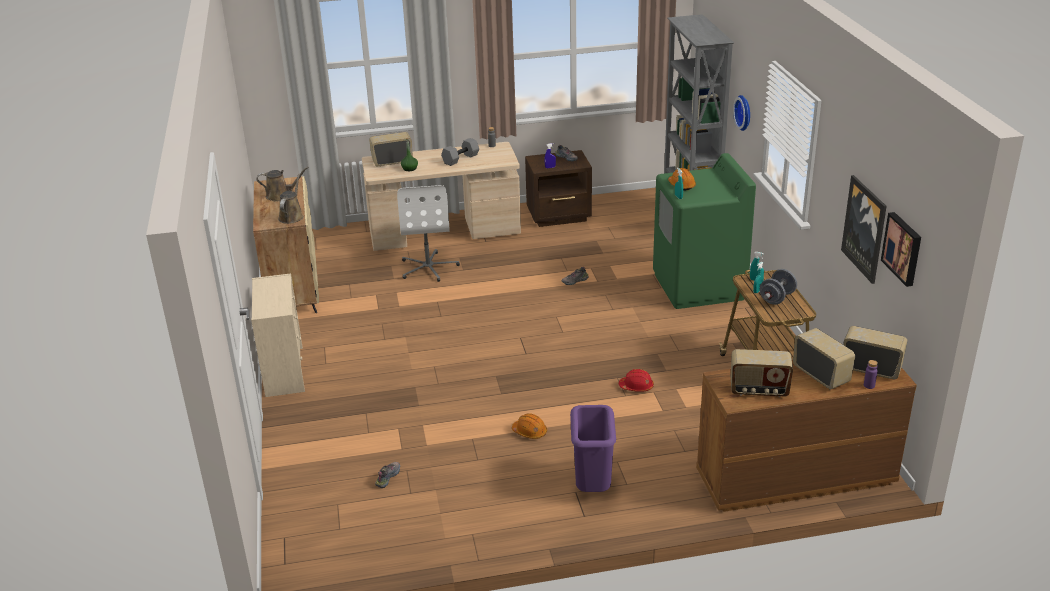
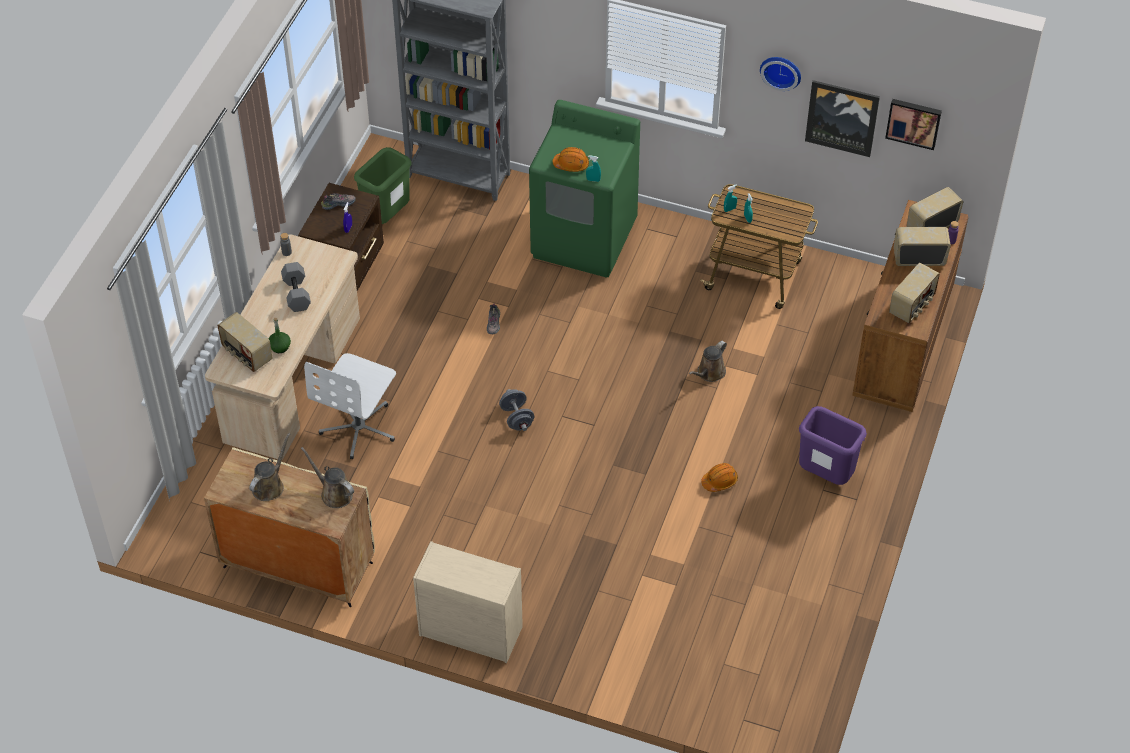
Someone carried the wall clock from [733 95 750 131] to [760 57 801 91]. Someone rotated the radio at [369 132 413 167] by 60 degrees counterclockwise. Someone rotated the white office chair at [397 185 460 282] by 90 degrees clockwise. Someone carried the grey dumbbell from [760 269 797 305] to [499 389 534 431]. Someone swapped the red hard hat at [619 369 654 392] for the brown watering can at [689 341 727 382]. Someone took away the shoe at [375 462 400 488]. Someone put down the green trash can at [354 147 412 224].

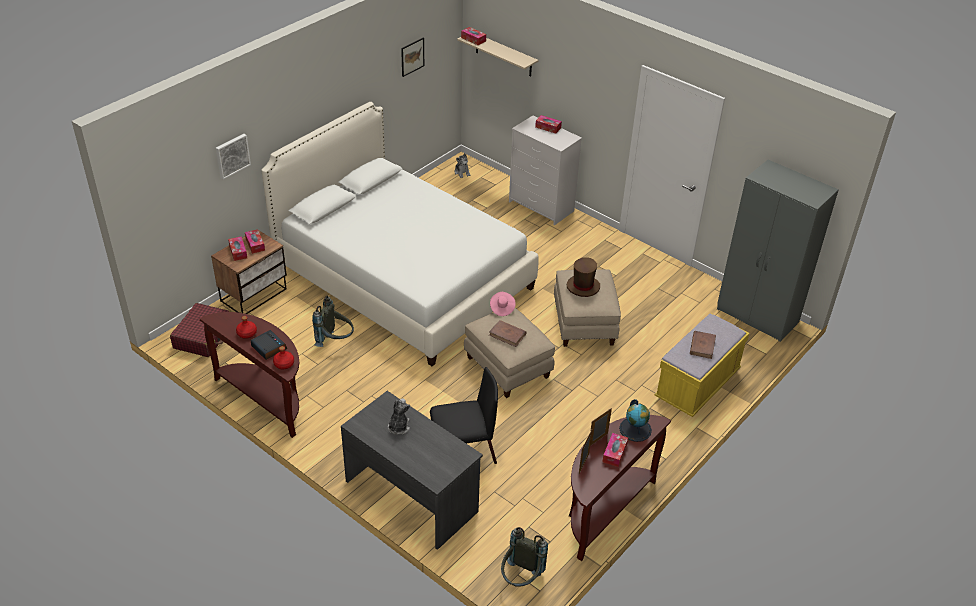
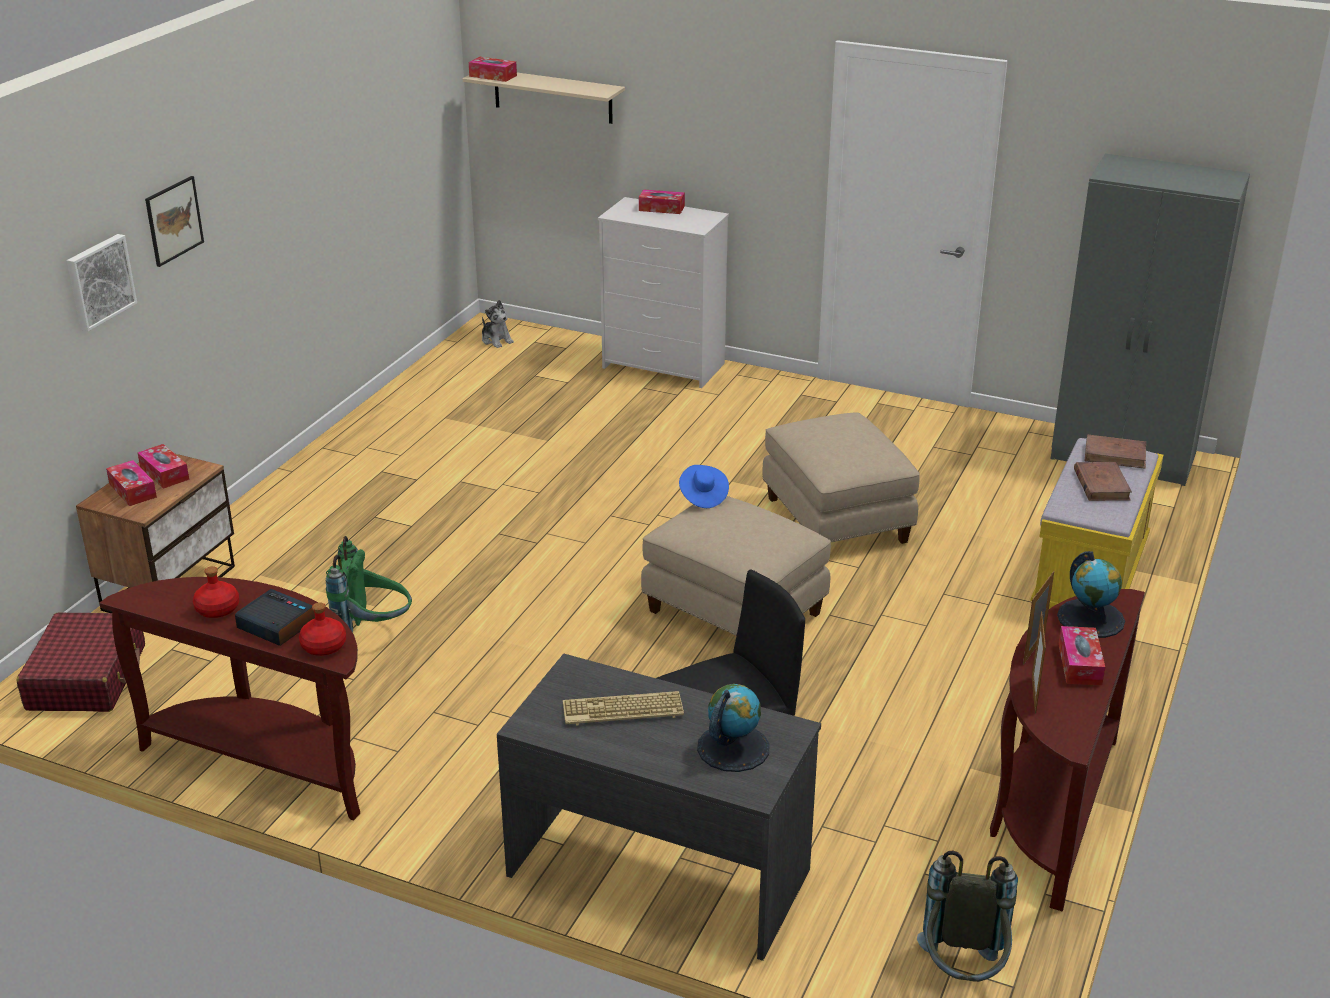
Someone carried the picture from [401 38 424 77] to [145 176 204 267]. Someone took away the white bed at [261 102 539 366]. Someone took away the brown hat at [567 257 600 297]. Someone repainted the pink hat at [490 292 516 316], which became the blue hat at [679 465 729 508]. Someone repainted the grey backpack at [312 296 354 347], which became the green backpack at [326 536 412 633]. Someone carried the brown book from [489 320 526 347] to [1085 435 1146 469]. Someone swapped the plush toy at [388 398 410 435] for the keyboard at [563 691 684 726]. Someone put down the globe at [697 684 770 772].

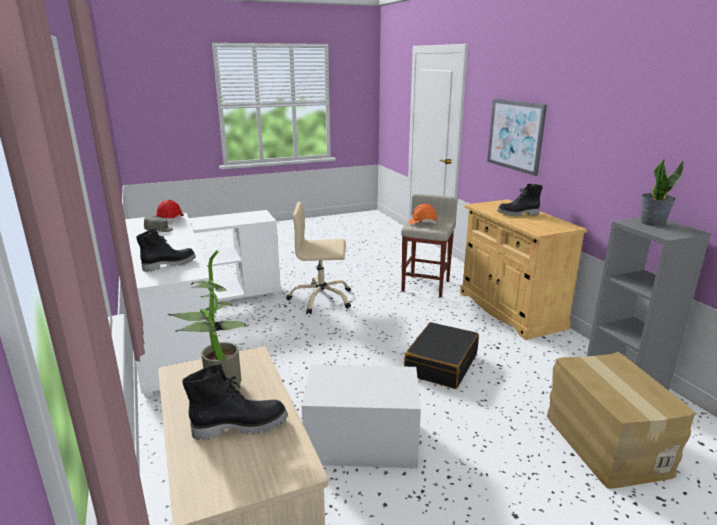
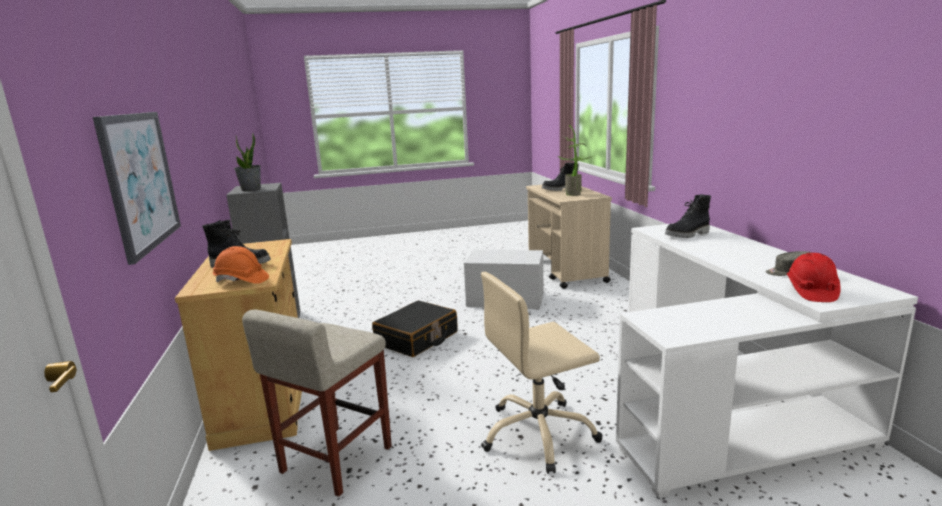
Someone rotated the beige office chair at [286 201 351 314] by 150 degrees clockwise. Someone carried the orange hard hat from [409 204 438 224] to [213 246 269 284]. Someone took away the cardboard box at [547 352 695 489].

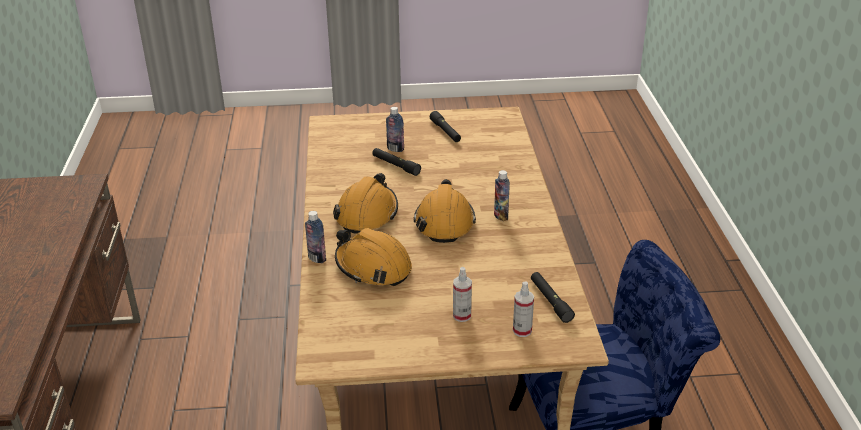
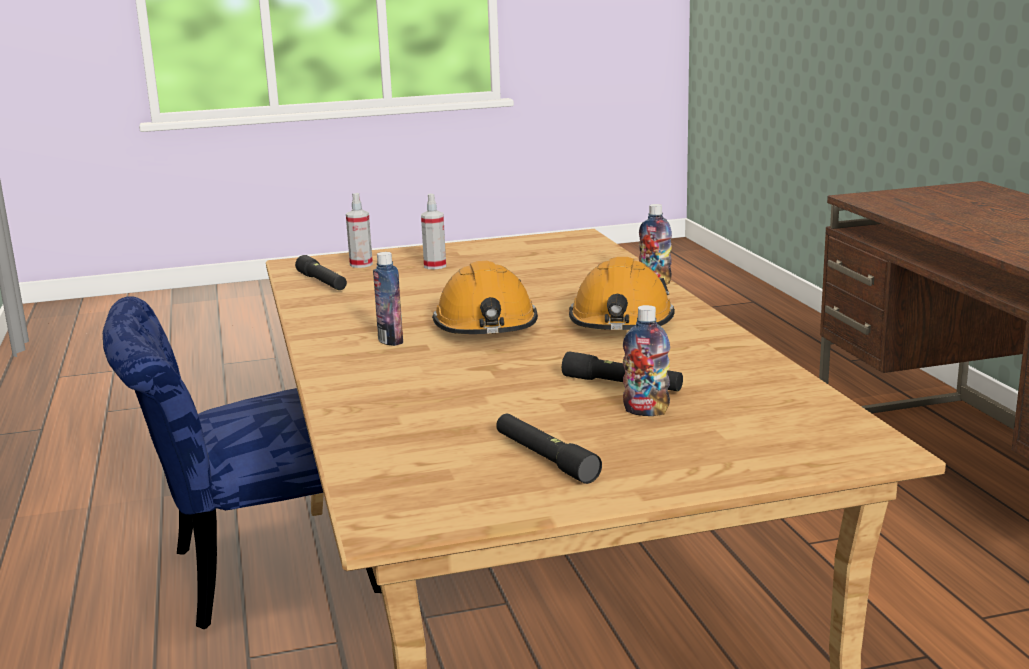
Someone took away the orange hard hat at [335 228 412 286].

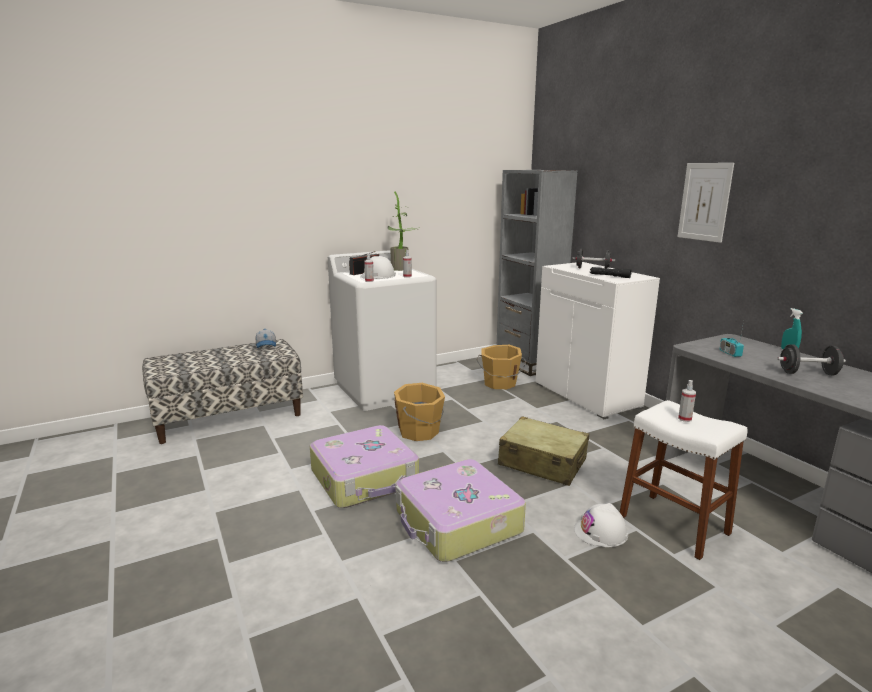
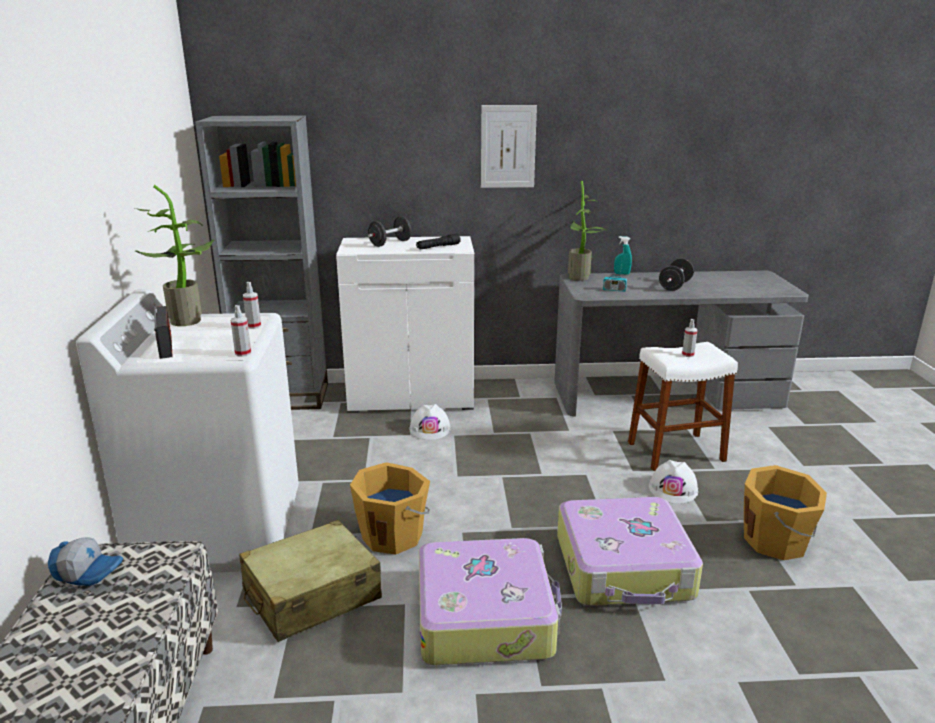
Someone carried the white hard hat from [360 256 396 279] to [409 404 451 440]. Someone carried the orange bucket from [476 345 526 389] to [744 465 827 560]. Someone carried the beige suitcase from [498 416 589 486] to [239 520 382 642]. Someone put down the potted plant at [568 181 606 281].

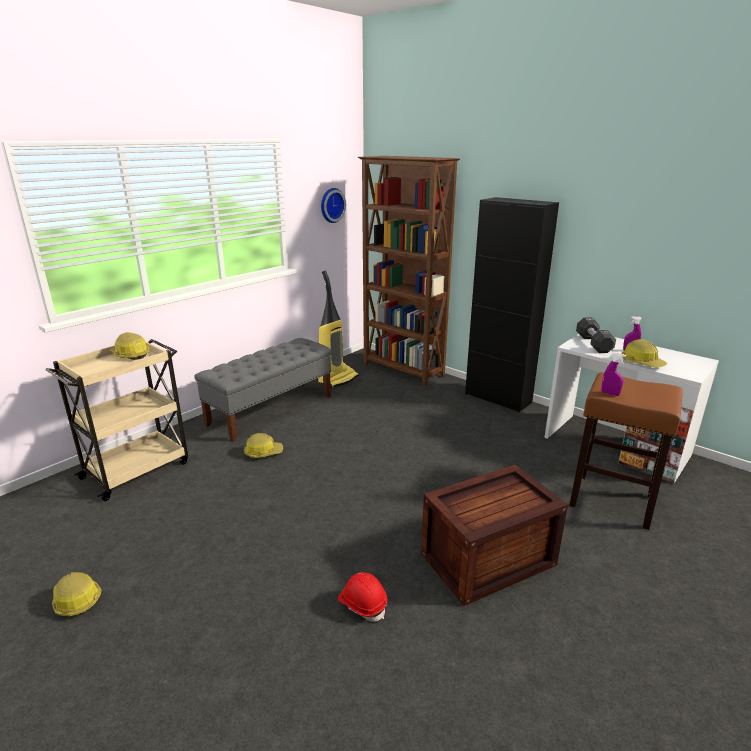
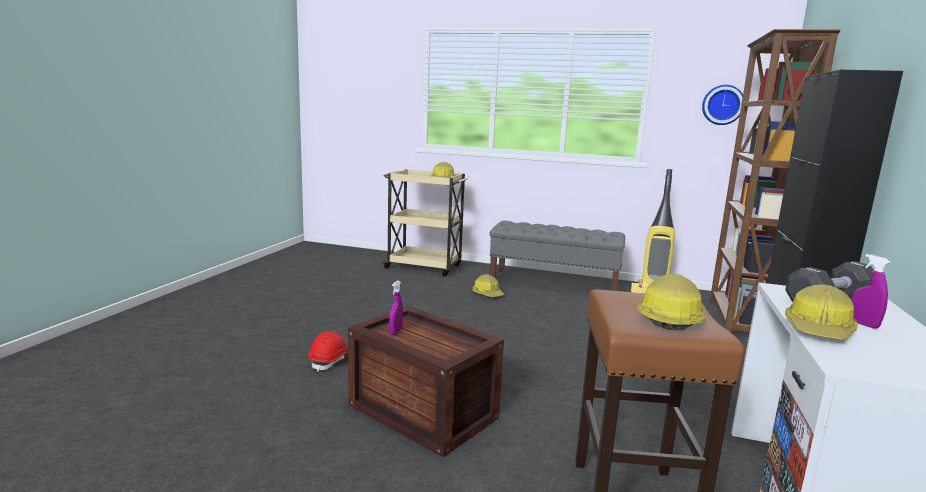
Someone carried the purple spray bottle from [602 352 626 396] to [389 281 403 335]. Someone carried the hard hat from [52 572 102 616] to [637 273 706 330].

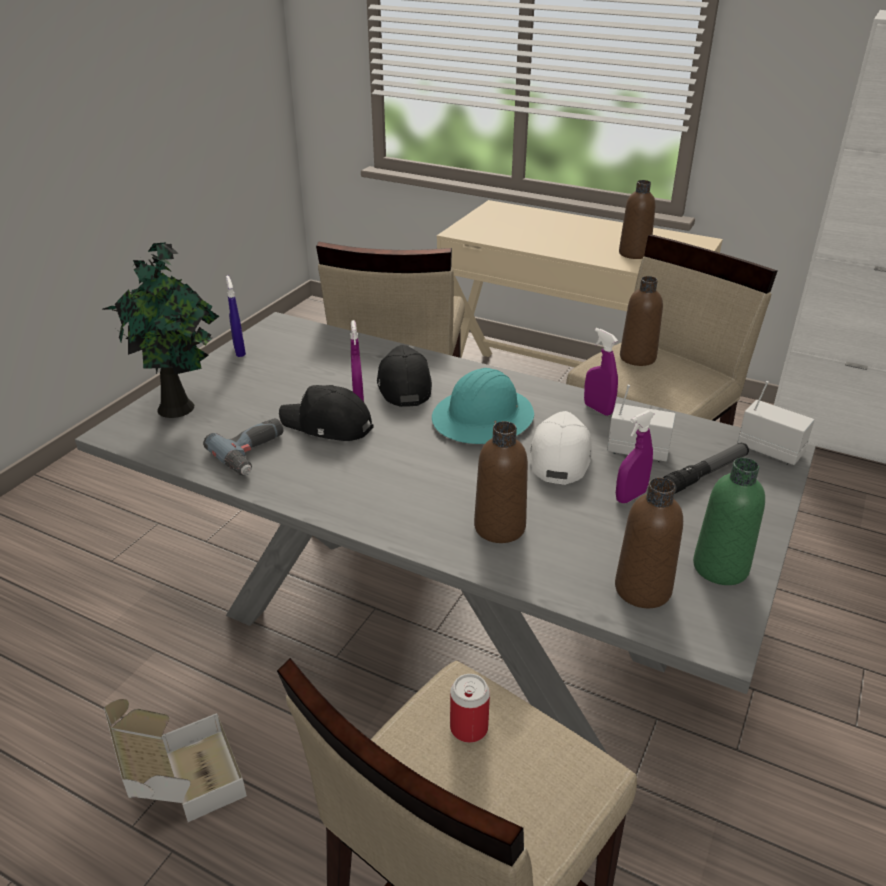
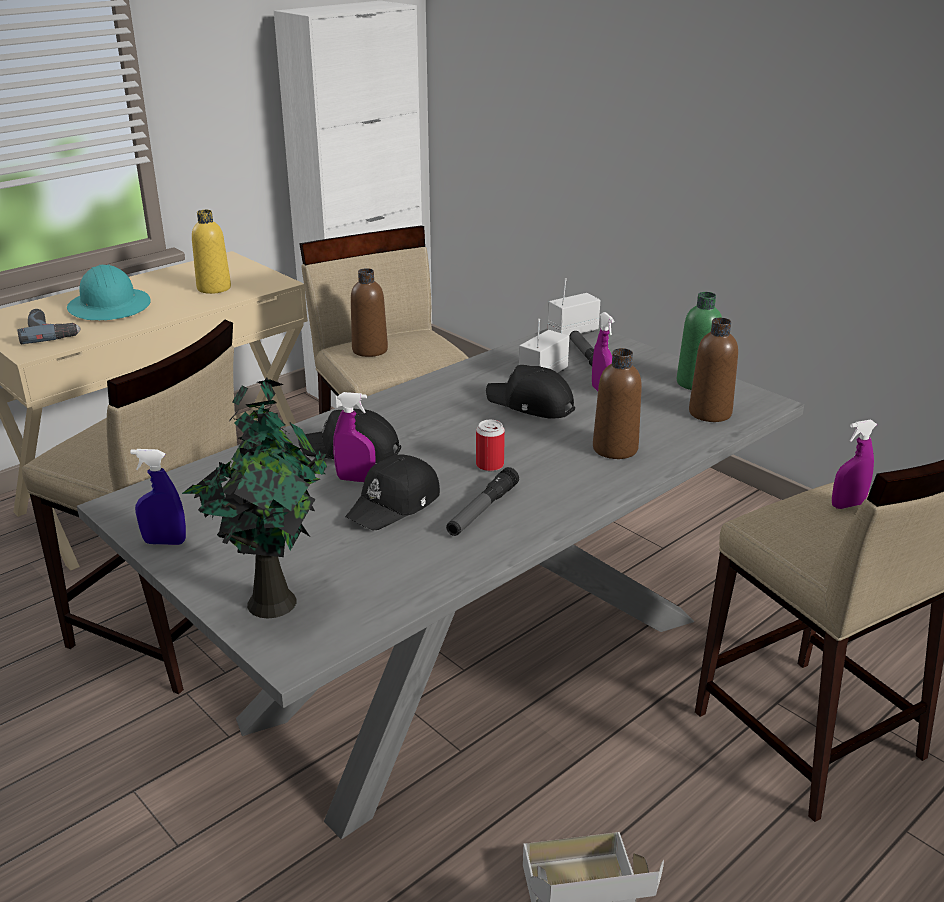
Someone repainted the brown bottle at [619 180 655 259], which became the yellow bottle at [192 210 231 294]. Someone carried the purple spray bottle from [584 328 618 416] to [832 420 877 509]. Someone carried the turquoise hard hat from [432 368 534 444] to [67 265 151 320]. Someone repainted the white cap at [530 411 592 485], which became the black cap at [486 365 575 419]. Someone carried the power drill from [203 418 283 476] to [17 309 81 344]. Someone carried the can from [450 674 490 743] to [476 420 505 471]. Someone put down the flashlight at [446 467 519 536].

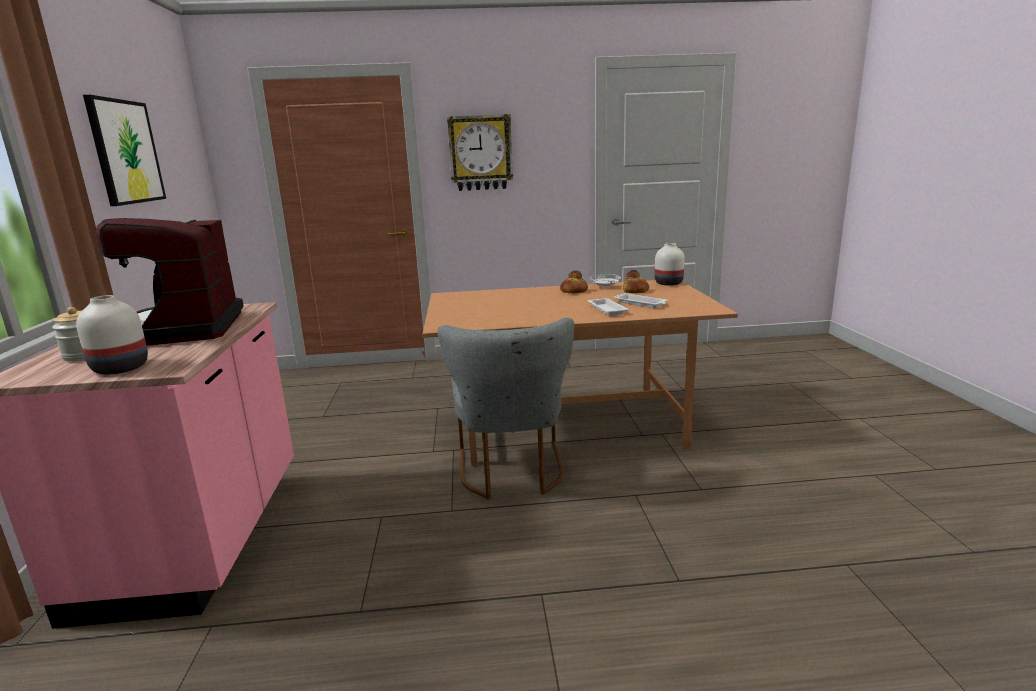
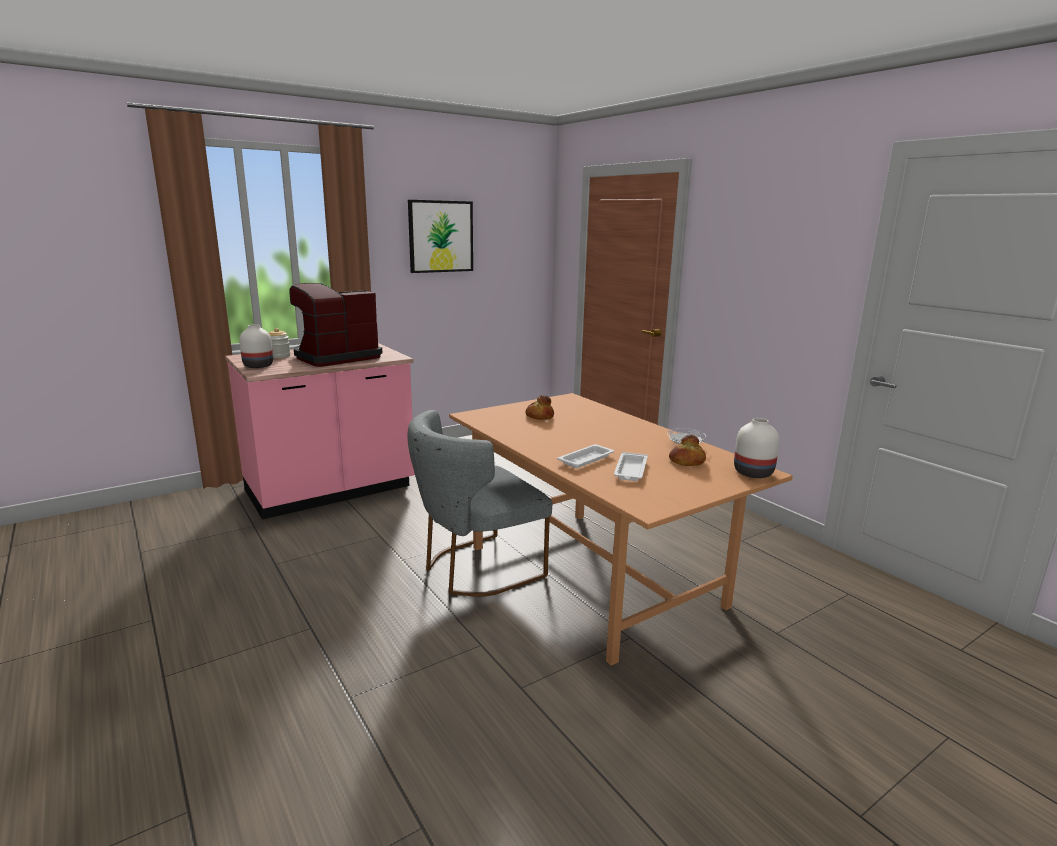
Someone took away the wall clock at [447 114 513 191]. Someone carried the bread from [560 270 588 293] to [525 395 554 420].

